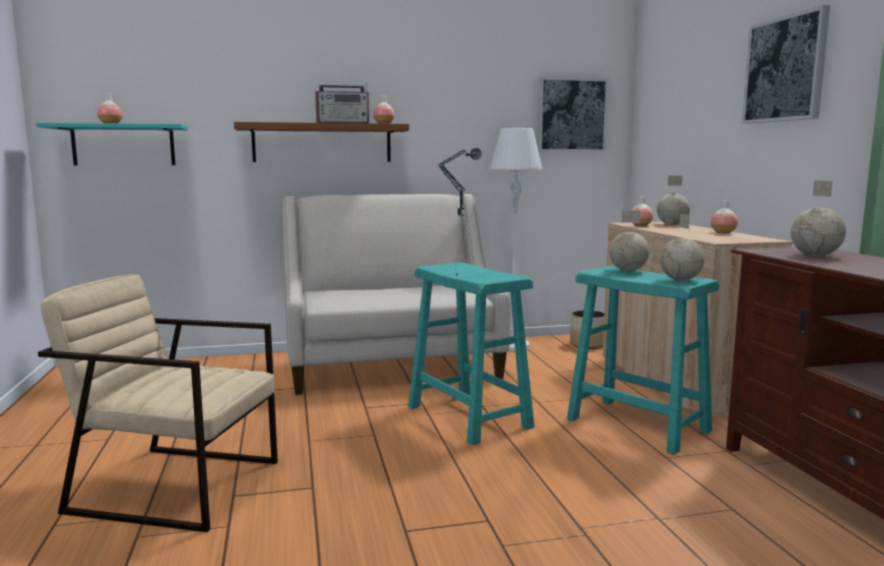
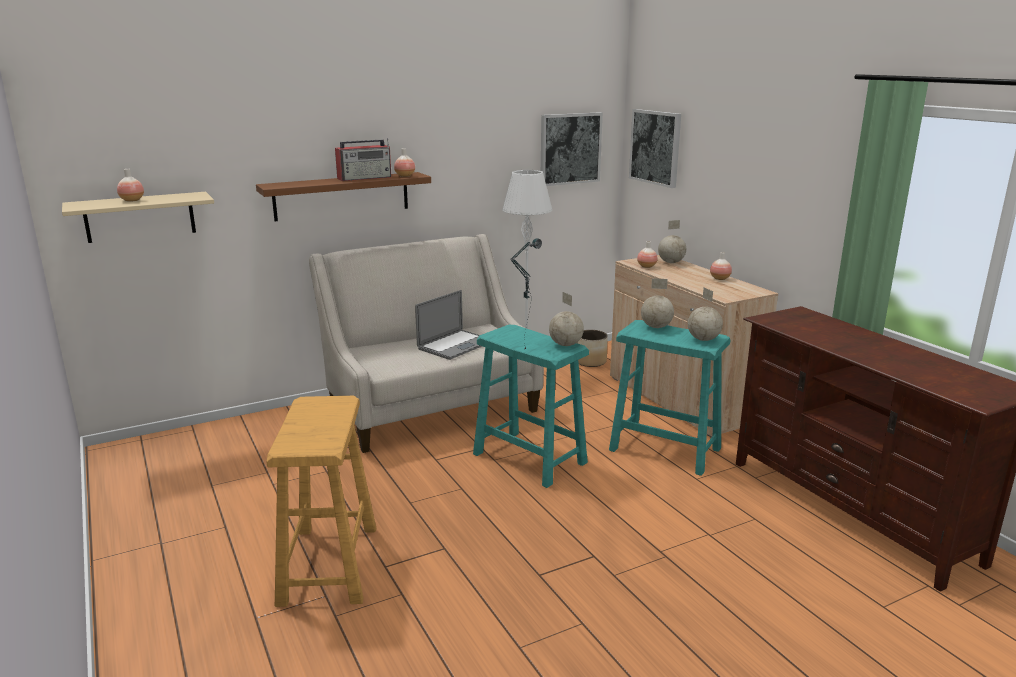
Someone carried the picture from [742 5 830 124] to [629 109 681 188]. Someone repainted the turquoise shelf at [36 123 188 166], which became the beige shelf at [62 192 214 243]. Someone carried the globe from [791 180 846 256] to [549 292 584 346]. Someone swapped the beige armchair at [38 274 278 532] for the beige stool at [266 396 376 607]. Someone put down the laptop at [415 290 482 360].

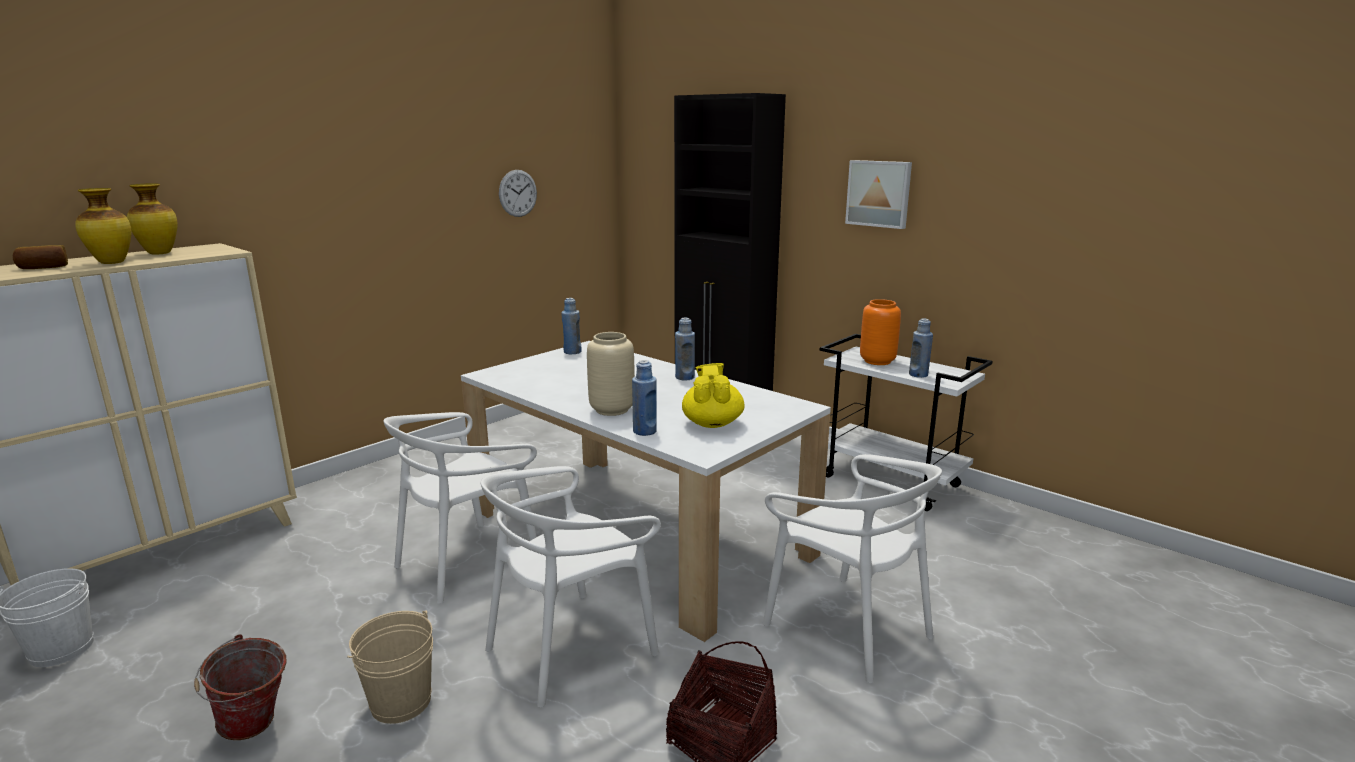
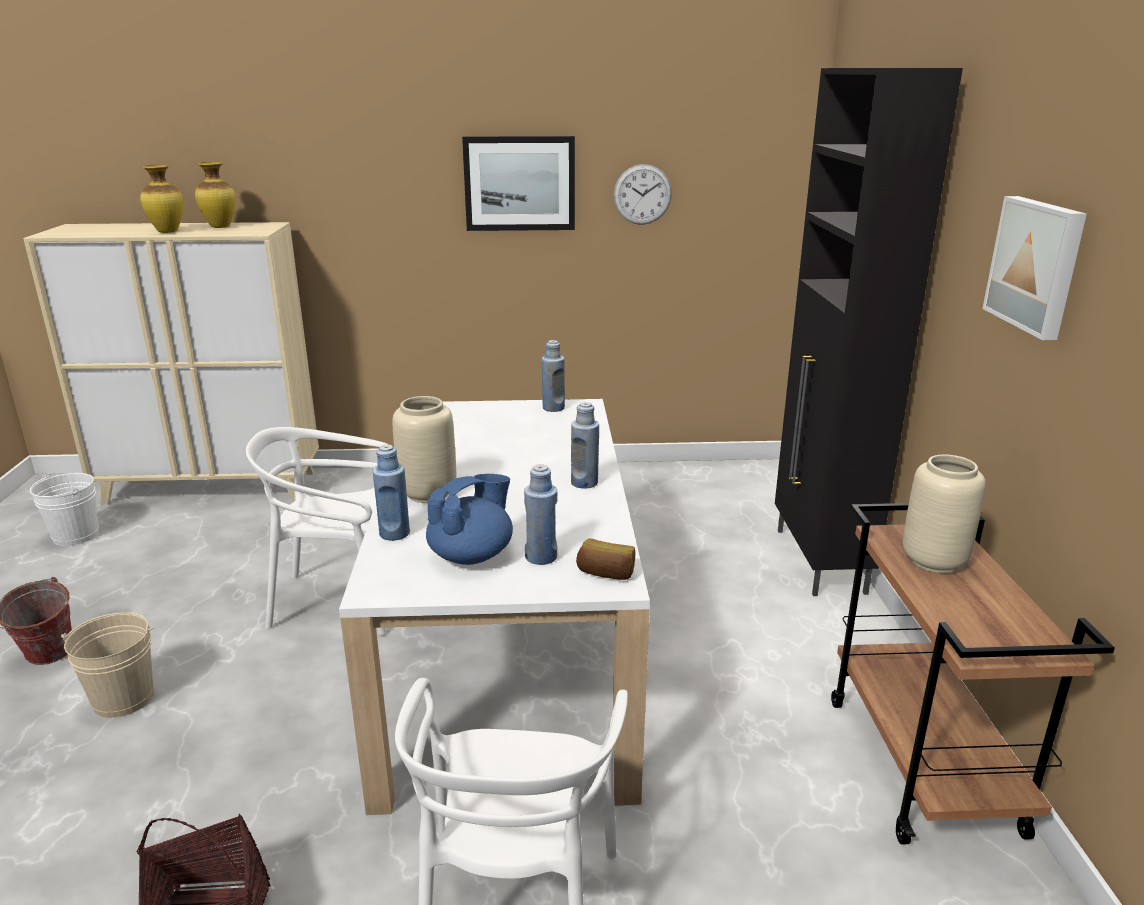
Someone carried the bread from [13 245 68 269] to [576 538 635 580]. Someone repainted the orange vase at [860 299 901 365], which became the beige vase at [903 454 986 573]. Someone carried the blue bottle from [909 319 933 378] to [524 464 557 565]. Someone repainted the white cart at [820 334 993 511], which became the brown cart at [831 503 1115 845]. Someone repainted the yellow teapot at [682 363 744 428], which became the blue teapot at [426 474 513 565]. Someone took away the white chair at [481 466 661 708]. Someone put up the picture at [462 136 575 231].

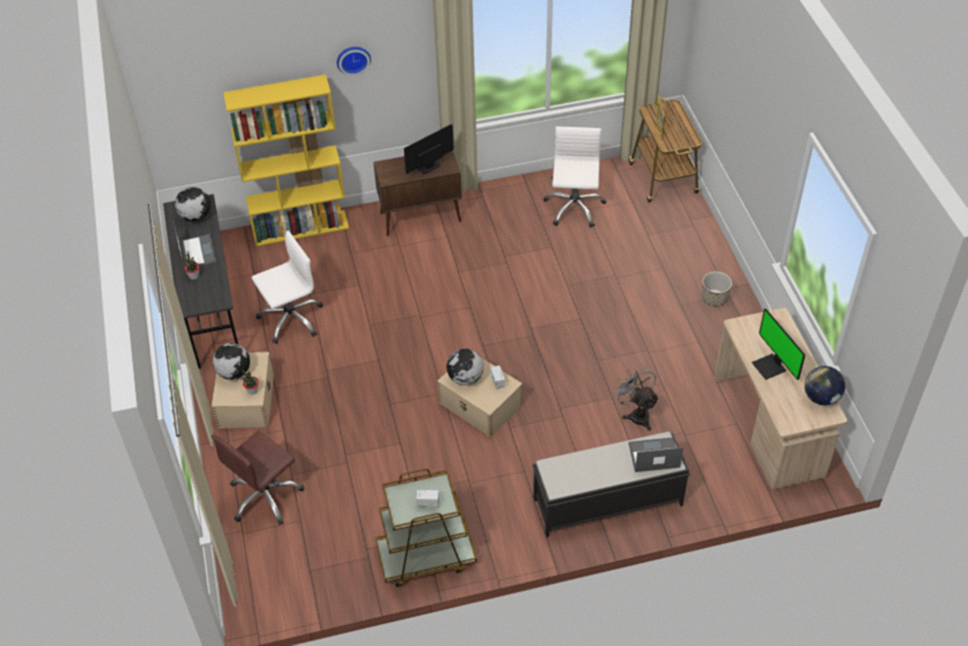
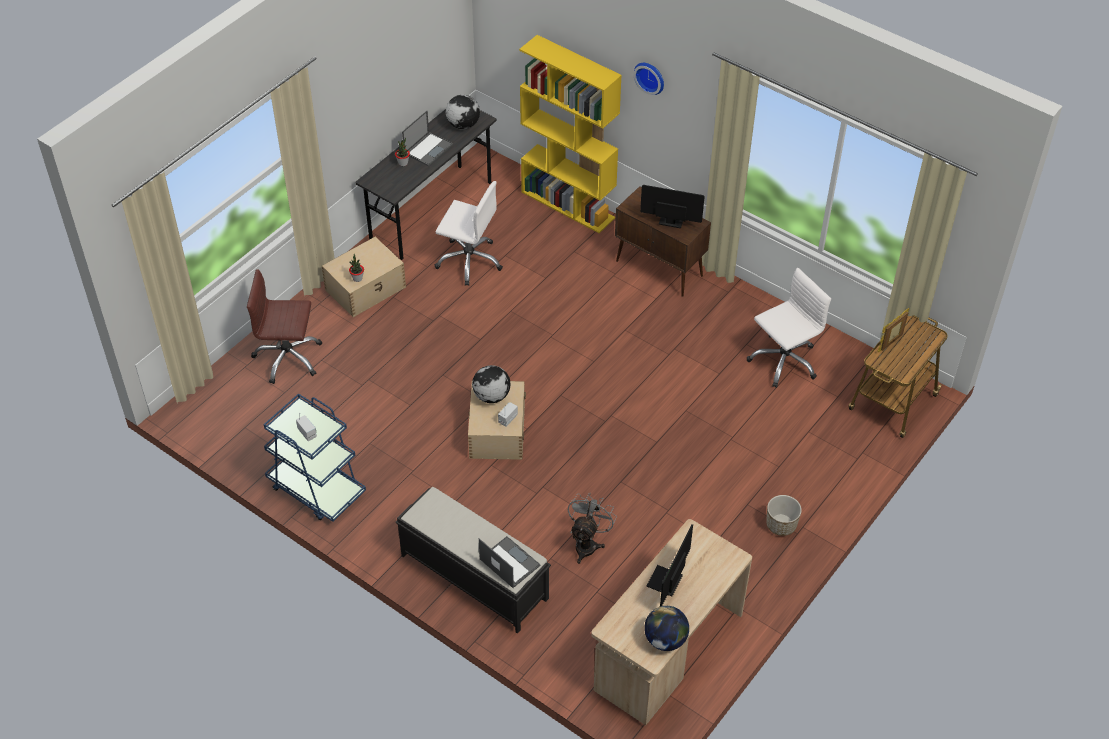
Someone took away the globe at [213 343 250 380]. Someone repainted the brown cart at [375 468 477 587], which became the blue cart at [263 393 366 522].

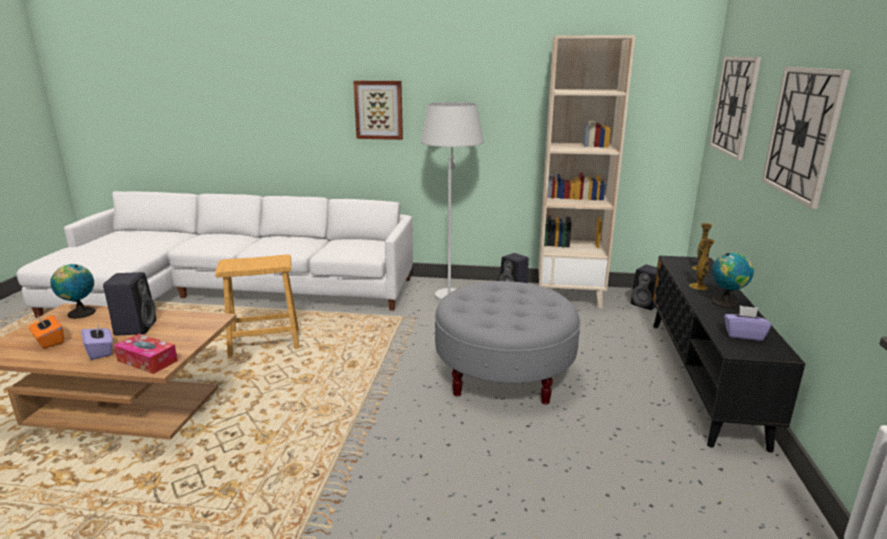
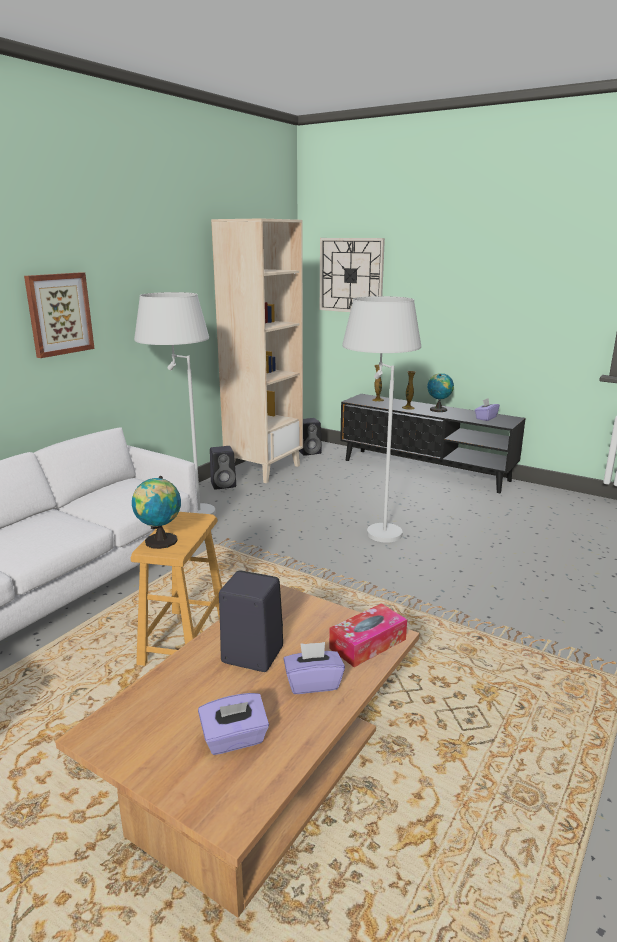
Someone took away the wall clock at [762 67 851 209]. Someone carried the globe from [51 264 96 319] to [132 476 181 549]. Someone swapped the grey ottoman at [435 281 580 404] for the white floor lamp at [342 296 421 543]. Someone repainted the orange tissue box at [29 315 64 348], which became the purple tissue box at [198 693 269 755].

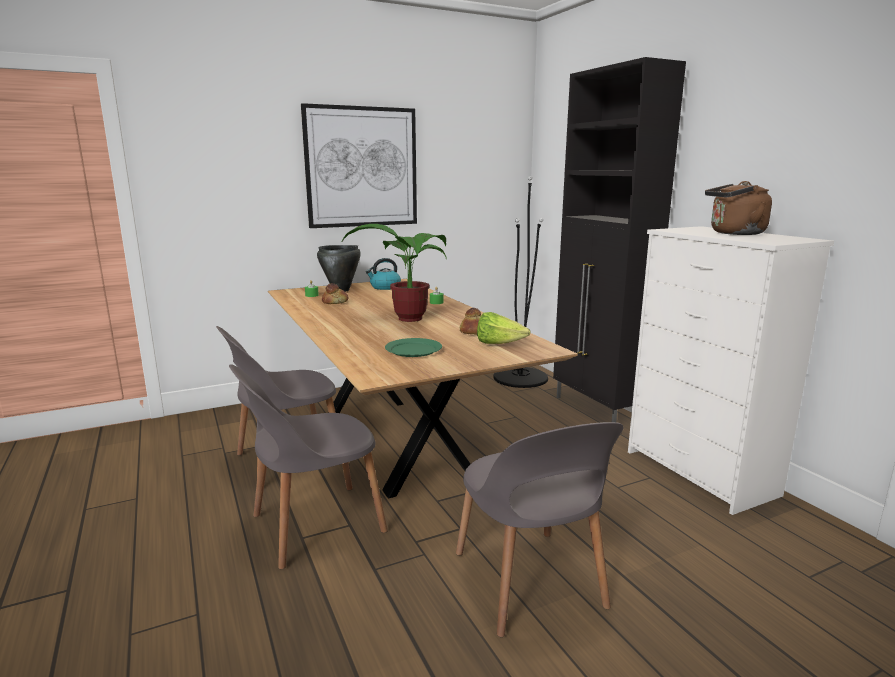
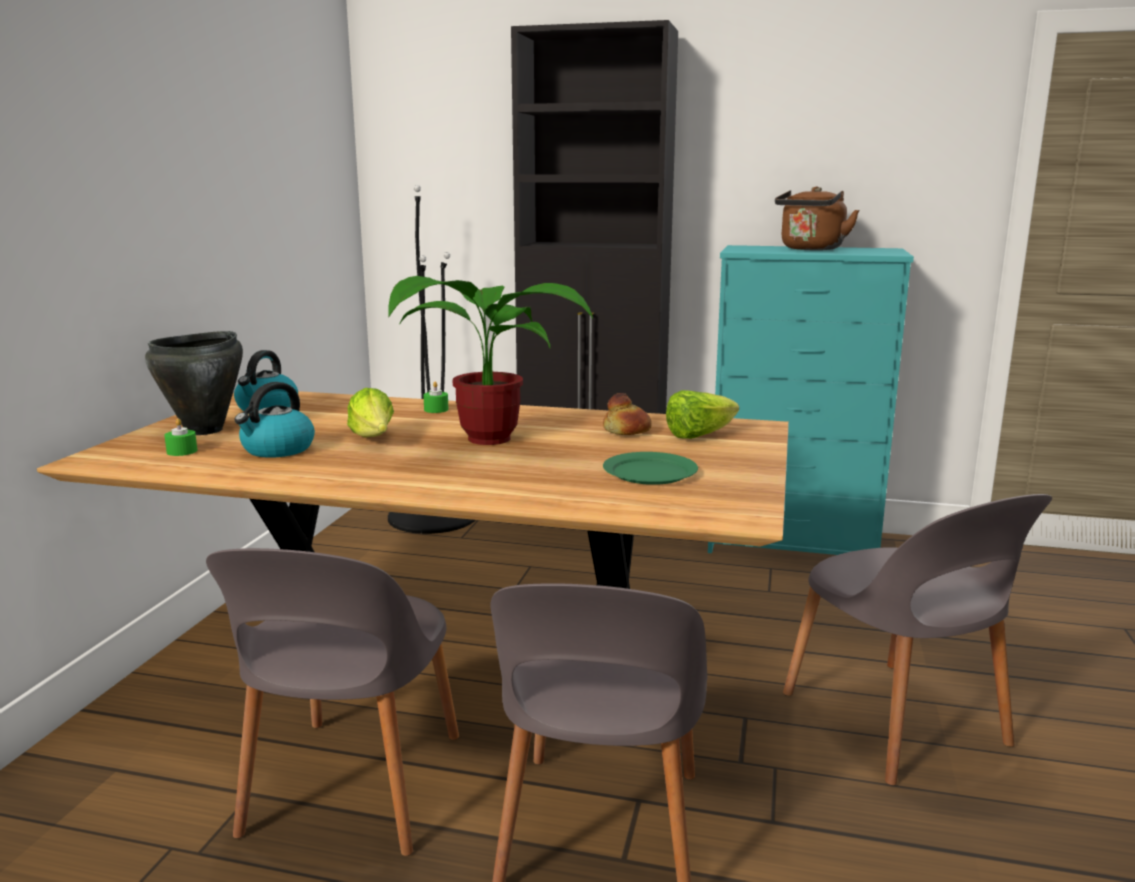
Someone took away the picture at [301 103 417 228]. Someone repainted the white dresser at [628 226 834 515], which became the turquoise dresser at [708 245 914 555]. Someone swapped the bread at [322 283 349 304] for the kettle at [234 382 315 458]. Someone rotated the grey chair at [456 422 623 637] by 45 degrees clockwise. Someone put down the lettuce at [347 388 394 437].

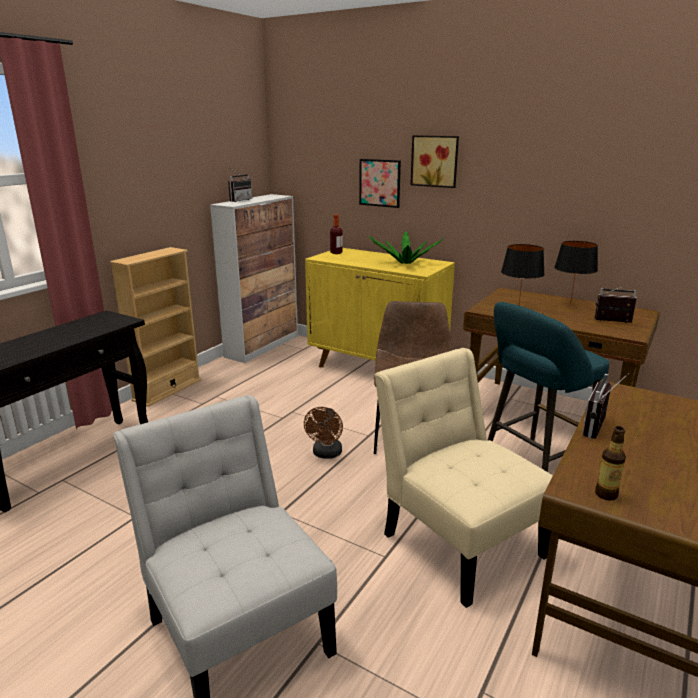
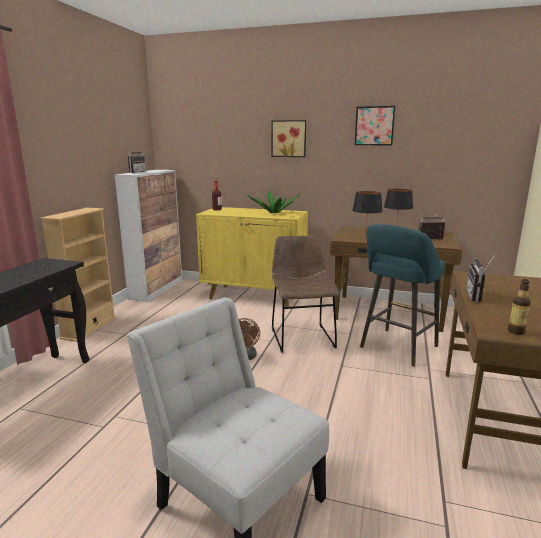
Someone carried the picture from [359 159 401 208] to [354 106 395 145]. Someone took away the beige chair at [375 348 553 608].

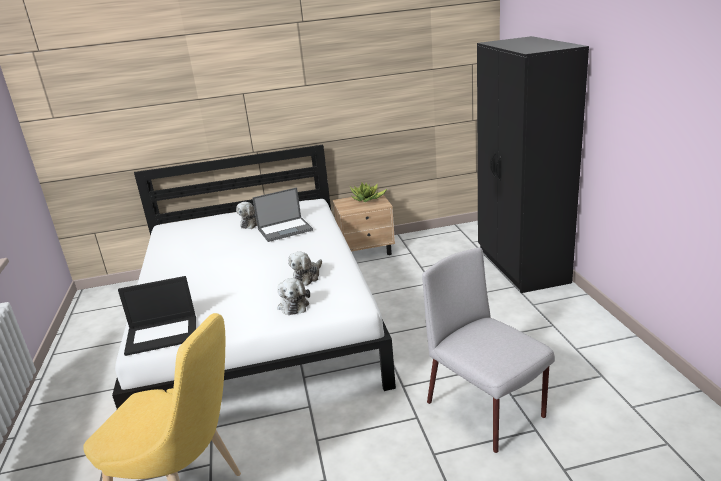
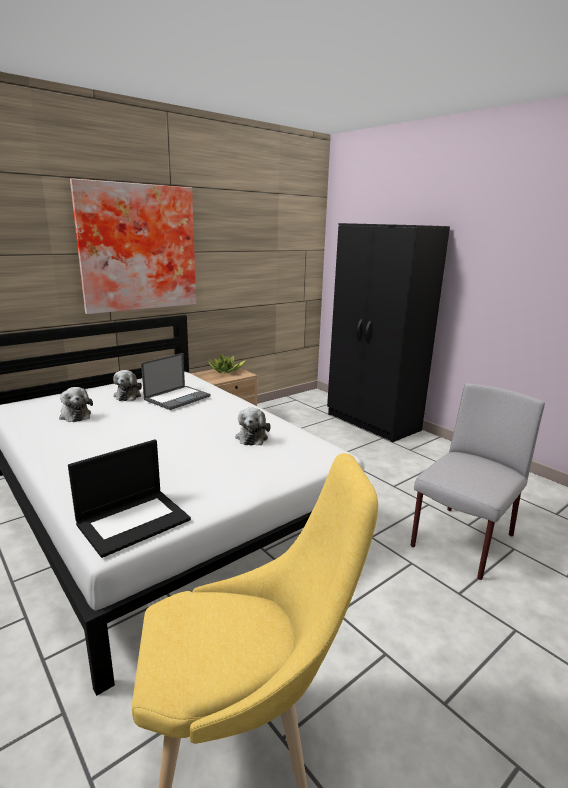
Someone rotated the grey chair at [422 247 555 453] by 105 degrees clockwise. Someone carried the plush toy from [277 278 310 315] to [59 387 93 422]. Someone put up the picture at [70 179 196 314].

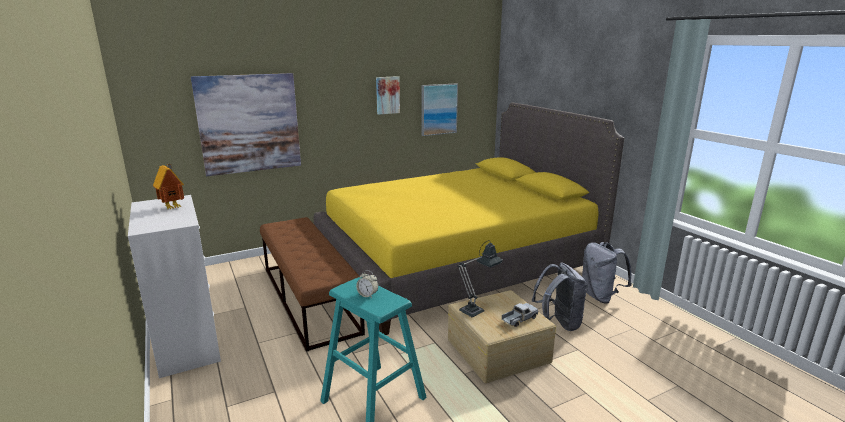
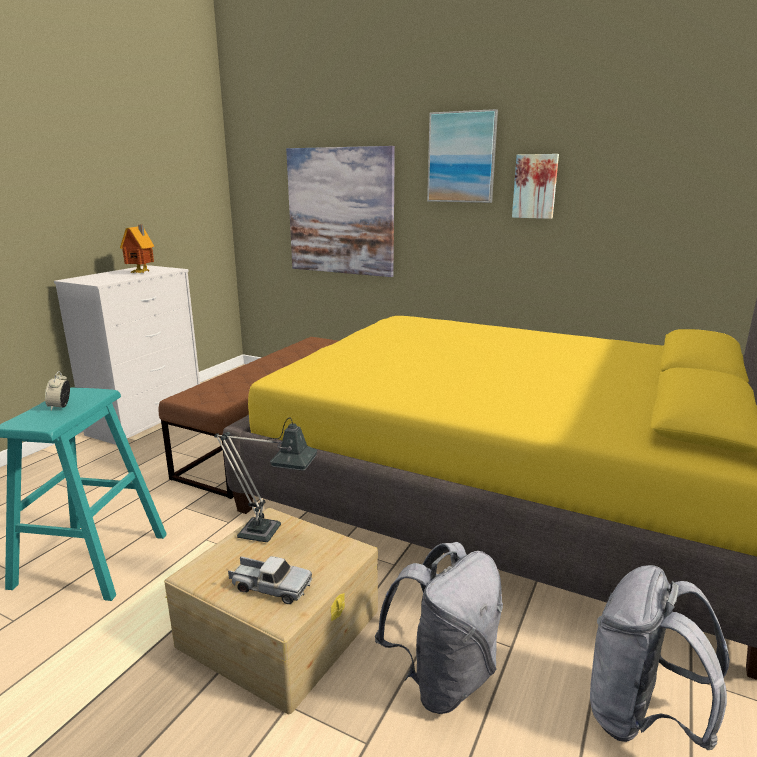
Someone carried the picture from [422 84 458 136] to [427 109 498 203].

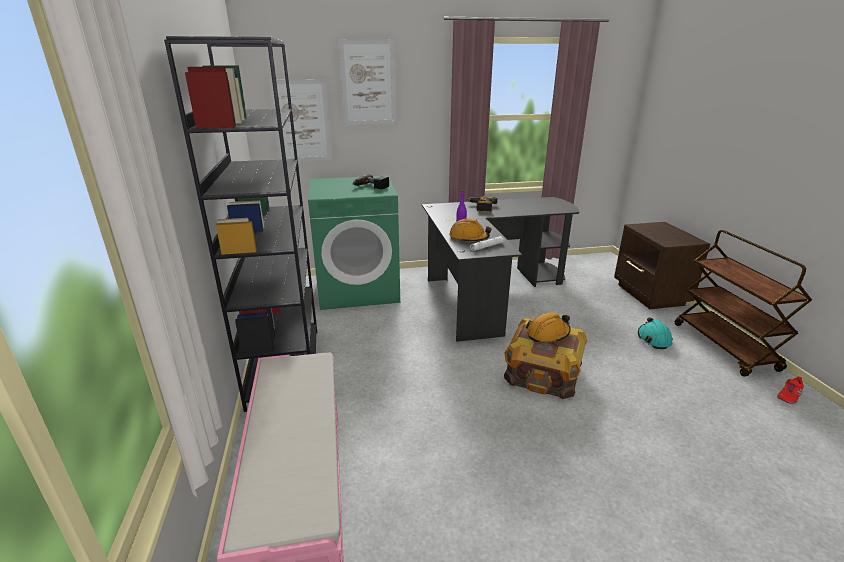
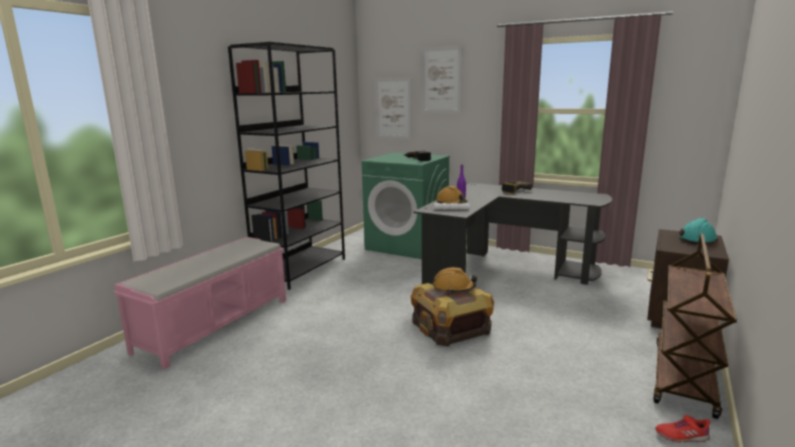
Someone carried the turquoise hard hat from [638 317 673 349] to [679 218 718 245].

